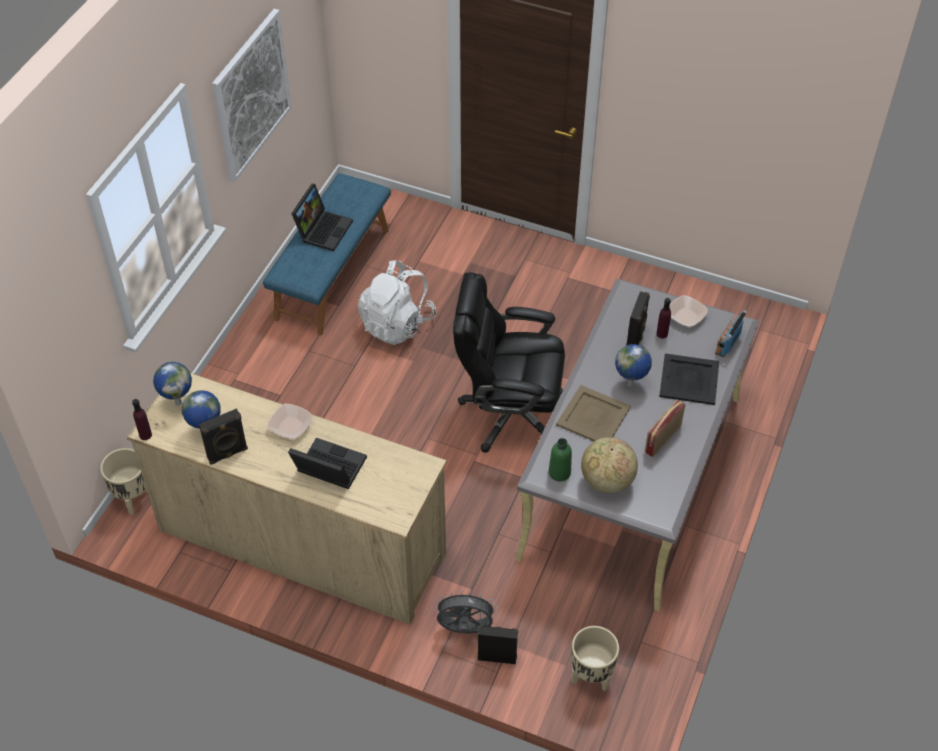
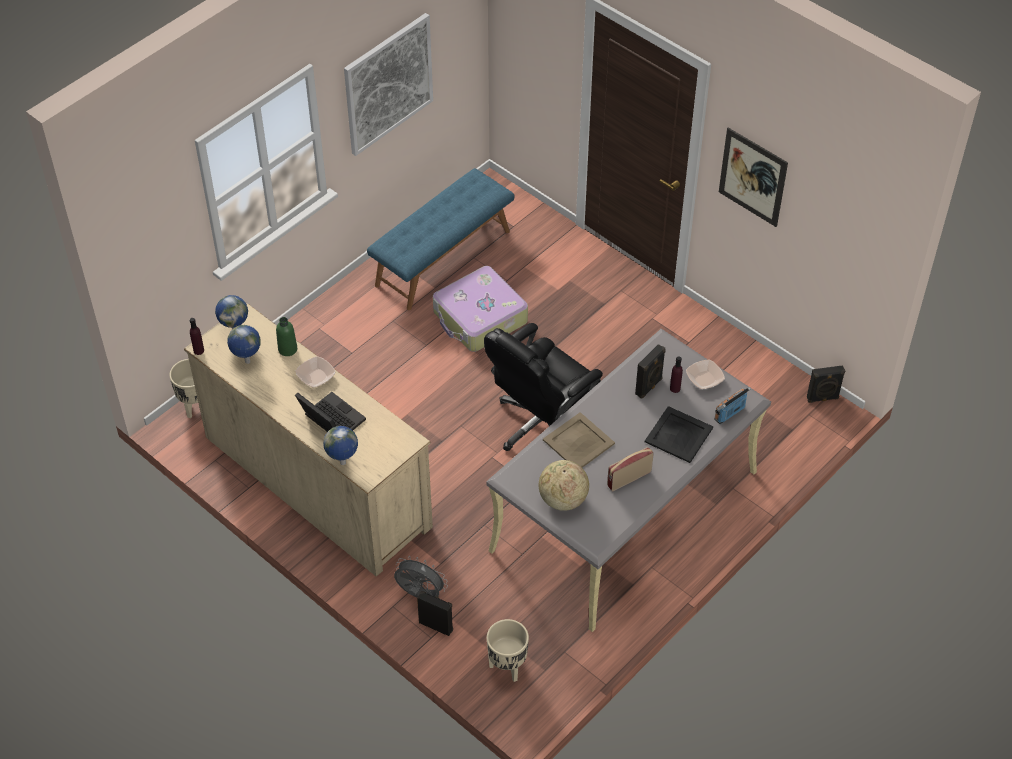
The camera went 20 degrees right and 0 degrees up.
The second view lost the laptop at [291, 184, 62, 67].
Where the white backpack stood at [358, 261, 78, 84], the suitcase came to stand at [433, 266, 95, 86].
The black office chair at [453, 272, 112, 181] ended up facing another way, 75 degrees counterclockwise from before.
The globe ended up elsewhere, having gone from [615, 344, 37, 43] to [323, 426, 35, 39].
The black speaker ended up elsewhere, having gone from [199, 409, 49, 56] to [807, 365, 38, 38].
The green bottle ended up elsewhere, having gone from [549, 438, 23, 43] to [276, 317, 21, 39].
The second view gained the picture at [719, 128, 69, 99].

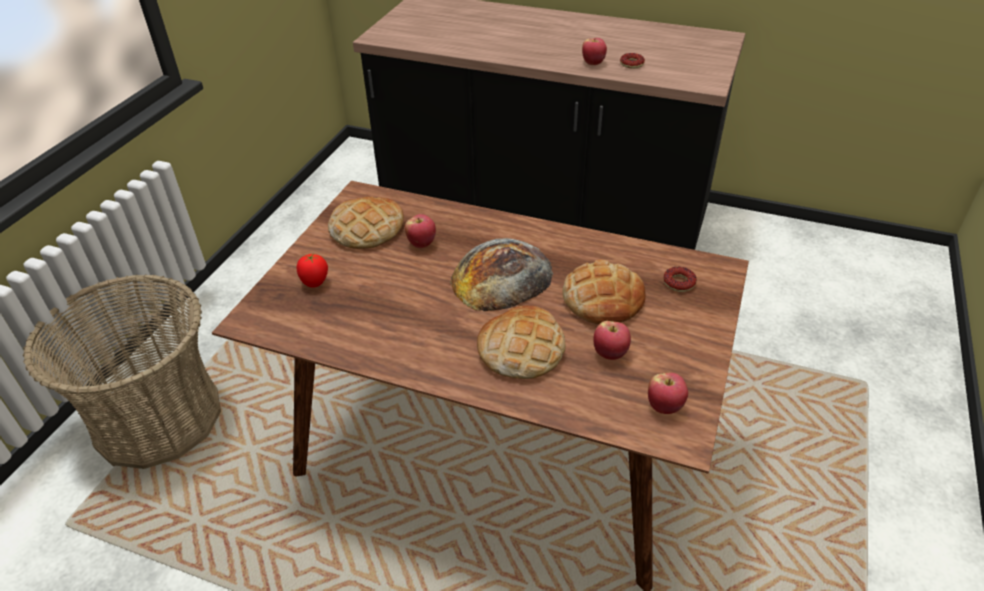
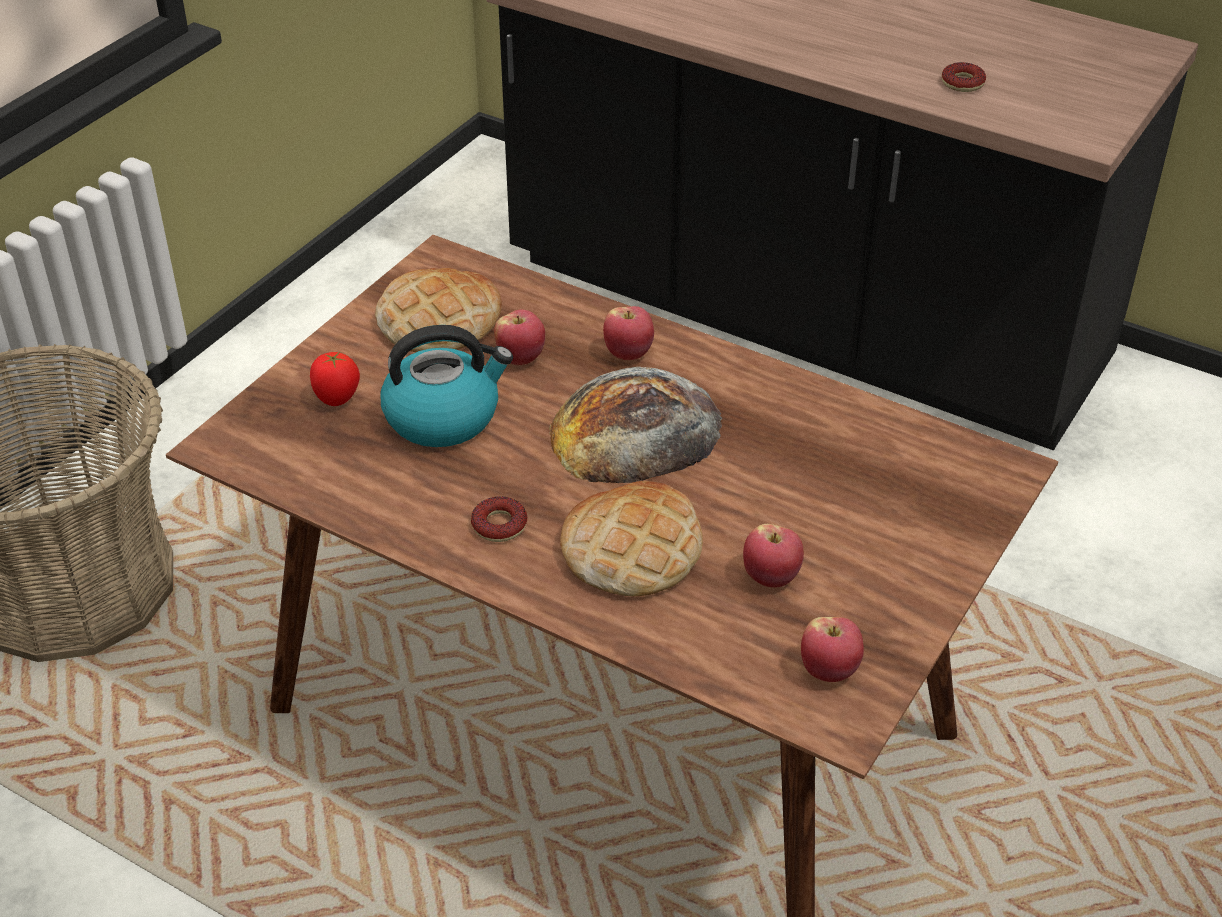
The camera went 10 degrees right and 0 degrees up.
The apple ended up elsewhere, having gone from [582, 38, 25, 27] to [603, 306, 51, 54].
The second view lost the bread at [562, 260, 84, 65].
The donut ended up elsewhere, having gone from [663, 267, 34, 25] to [471, 496, 56, 46].
The second view gained the kettle at [381, 325, 132, 122].

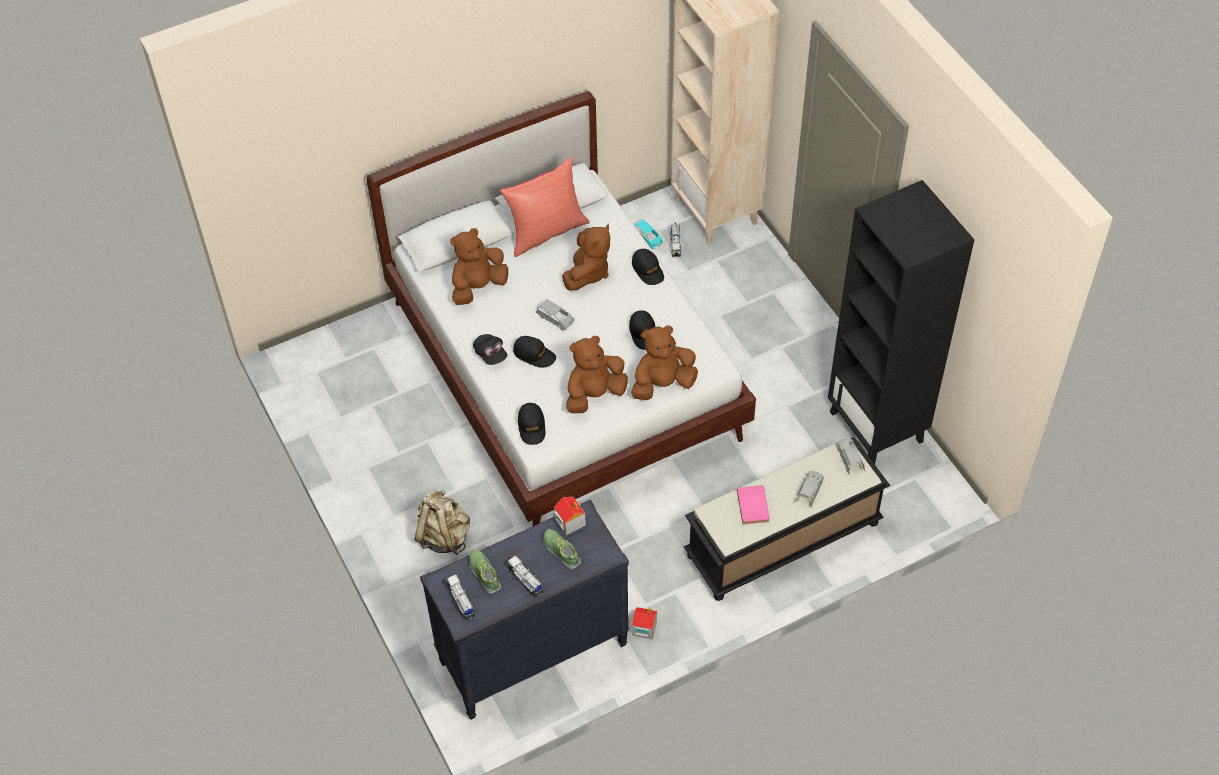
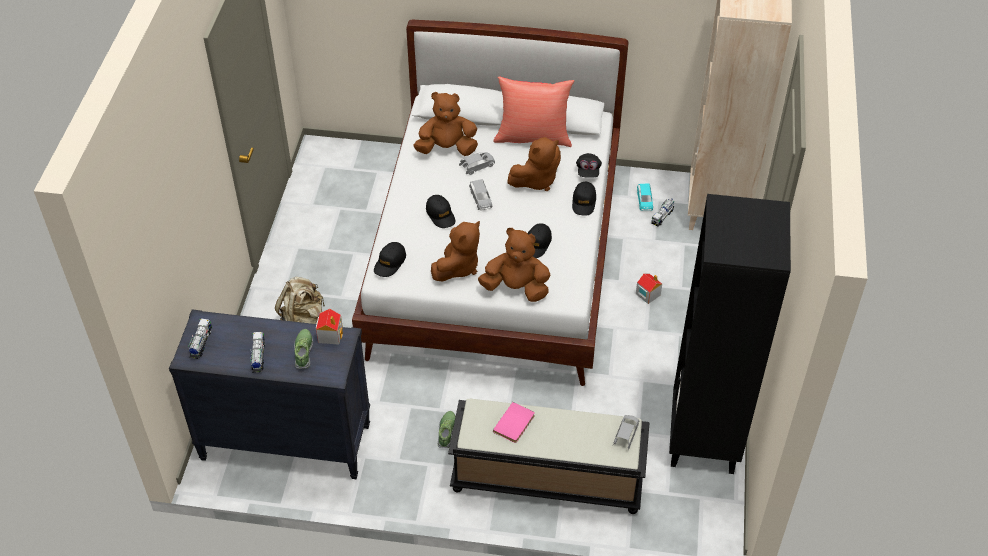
The camera went 35 degrees right and 5 degrees down.
The black cap ended up elsewhere, having gone from [473, 334, 34, 31] to [576, 153, 26, 25].
The brown plush toy at [566, 336, 62, 77] ended up facing another way, 120 degrees clockwise from before.
The grey toy car ended up elsewhere, having gone from [795, 471, 29, 35] to [459, 152, 36, 23].
The shoe ended up elsewhere, having gone from [469, 550, 32, 44] to [438, 411, 18, 37].
The toy house ended up elsewhere, having gone from [631, 607, 26, 33] to [636, 273, 26, 31].

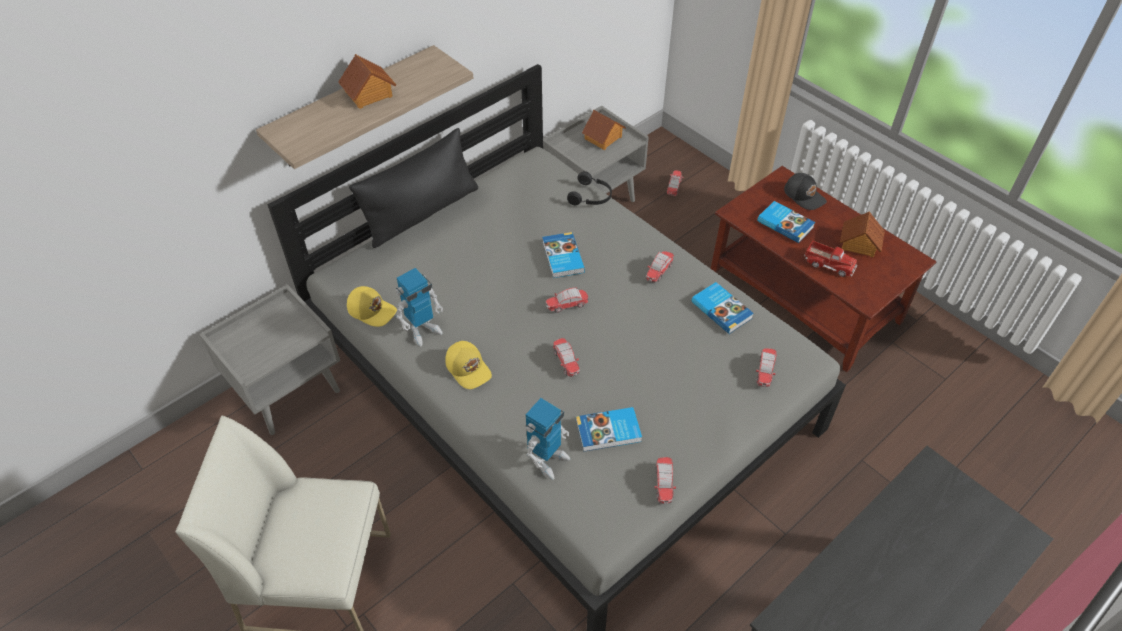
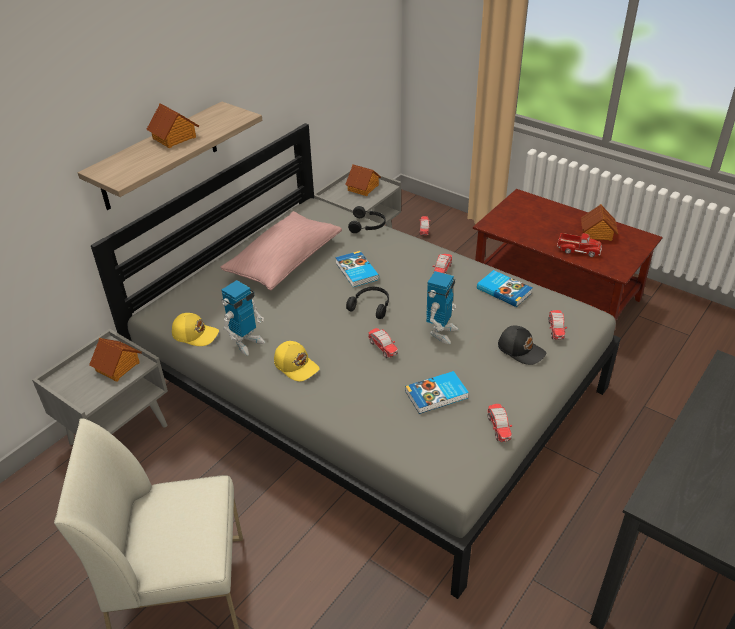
The camera went 10 degrees left and 10 degrees down.
The second view lost the black pillow at [349, 128, 129, 120].
The black cap ended up elsewhere, having gone from [784, 173, 43, 37] to [498, 326, 48, 39].
The second view lost the book at [757, 201, 58, 42].
Where the toy car stood at [546, 287, 42, 26], the black headphones came to stand at [346, 287, 43, 32].
The toy robot ended up elsewhere, having gone from [525, 398, 45, 82] to [426, 271, 33, 73].
The second view gained the pink pillow at [220, 211, 122, 79].
The second view gained the toy house at [89, 338, 53, 44].

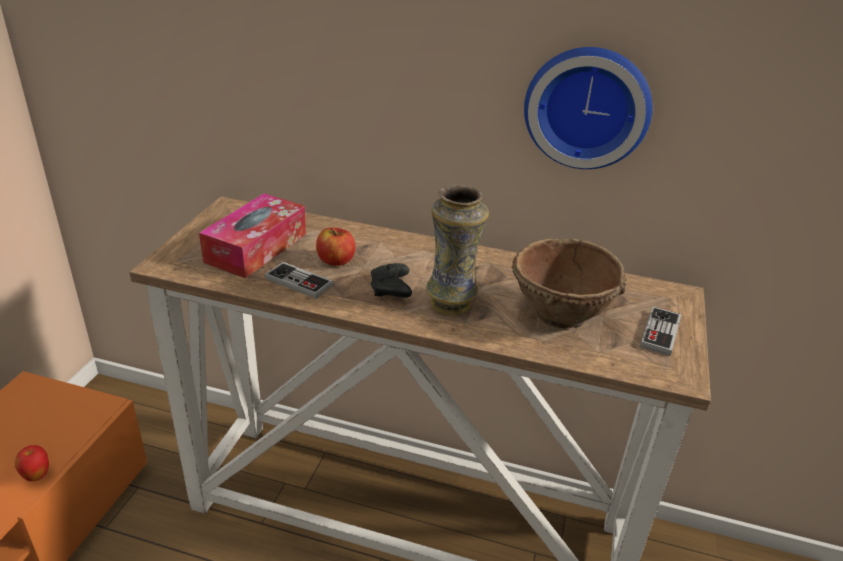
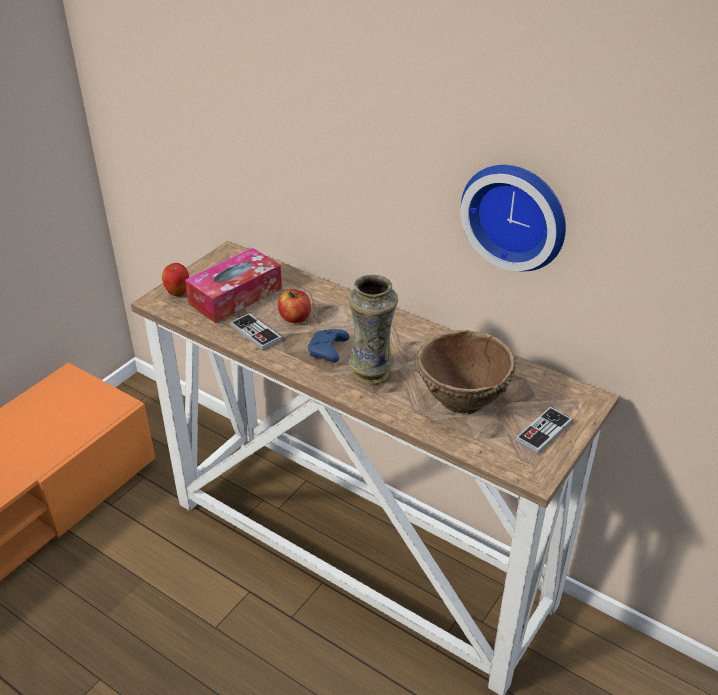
The camera went 20 degrees right and 5 degrees up.
What was the black game controller at [371, 263, 41, 35] turned into the blue game controller at [308, 329, 42, 33].
The apple ended up elsewhere, having gone from [15, 445, 34, 36] to [162, 263, 27, 34].

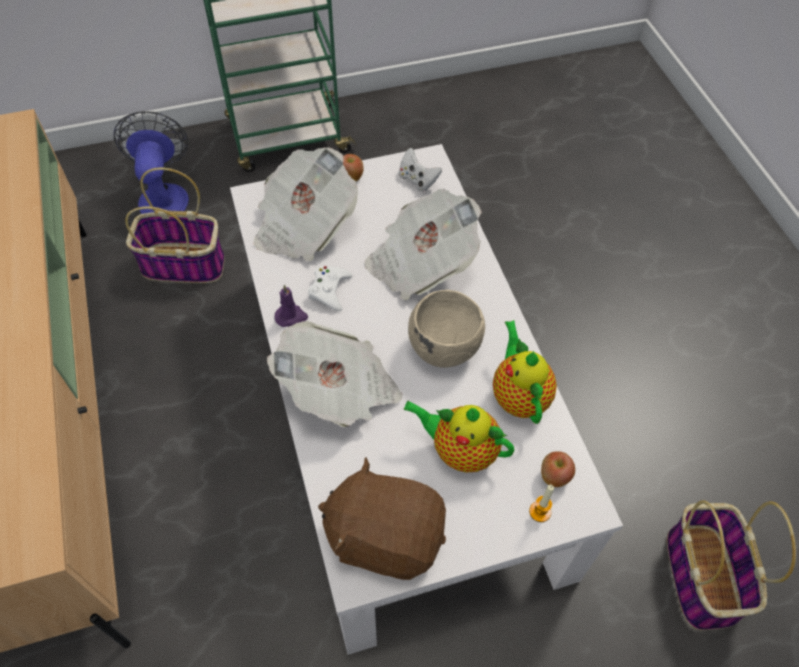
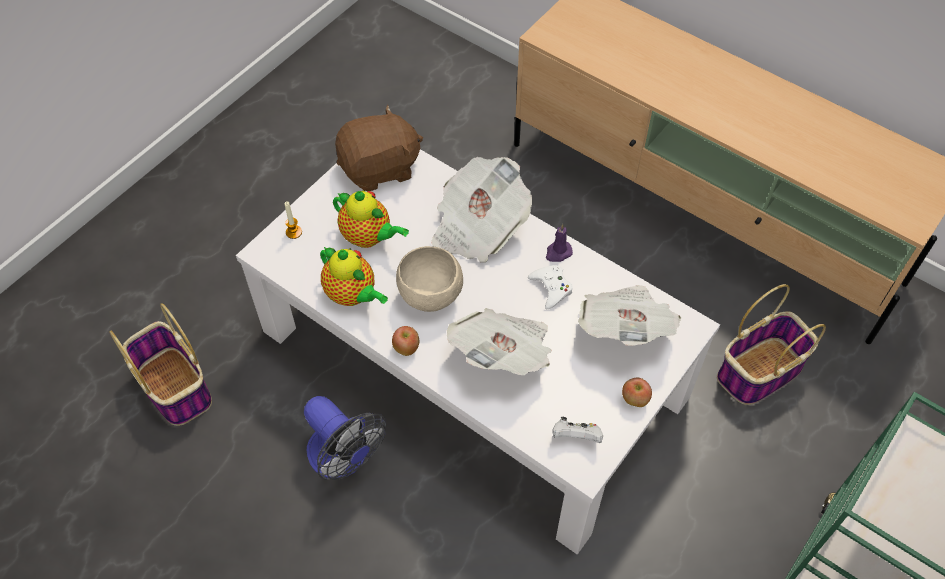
The camera went 145 degrees right and 0 degrees up.
The fan ended up elsewhere, having gone from [114, 111, 75, 103] to [304, 396, 82, 84].
The teapot at [403, 401, 111, 71] ended up facing another way, 45 degrees clockwise from before.
The apple ended up elsewhere, having gone from [541, 451, 34, 36] to [392, 326, 27, 30].

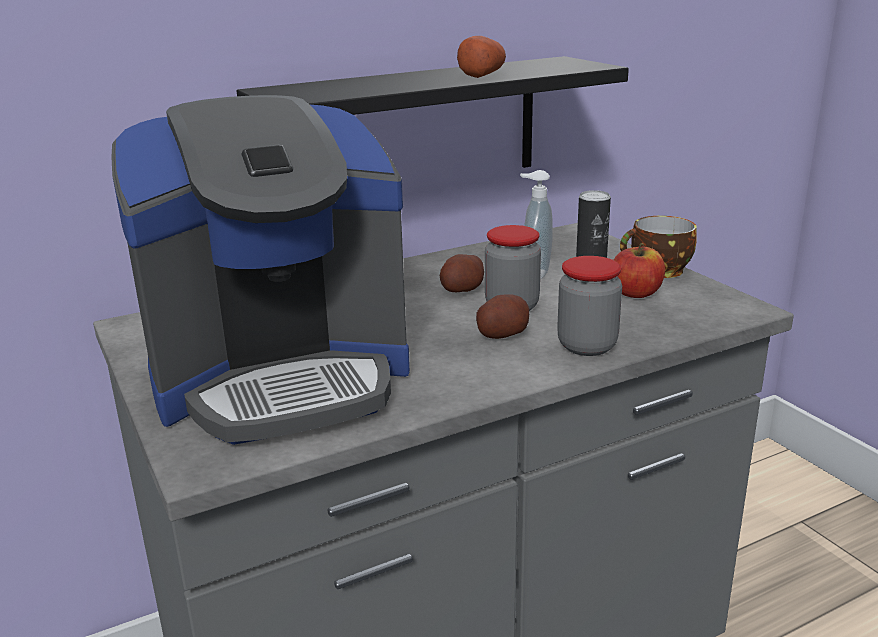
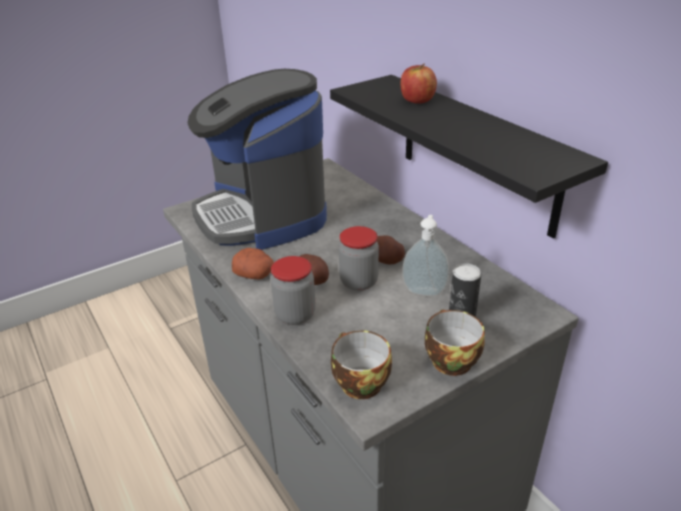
The camera went 85 degrees right and 10 degrees up.
The potato ended up elsewhere, having gone from [457, 36, 49, 42] to [232, 248, 42, 31].
The apple ended up elsewhere, having gone from [614, 243, 51, 55] to [401, 64, 36, 40].
The second view gained the cup at [331, 330, 61, 69].

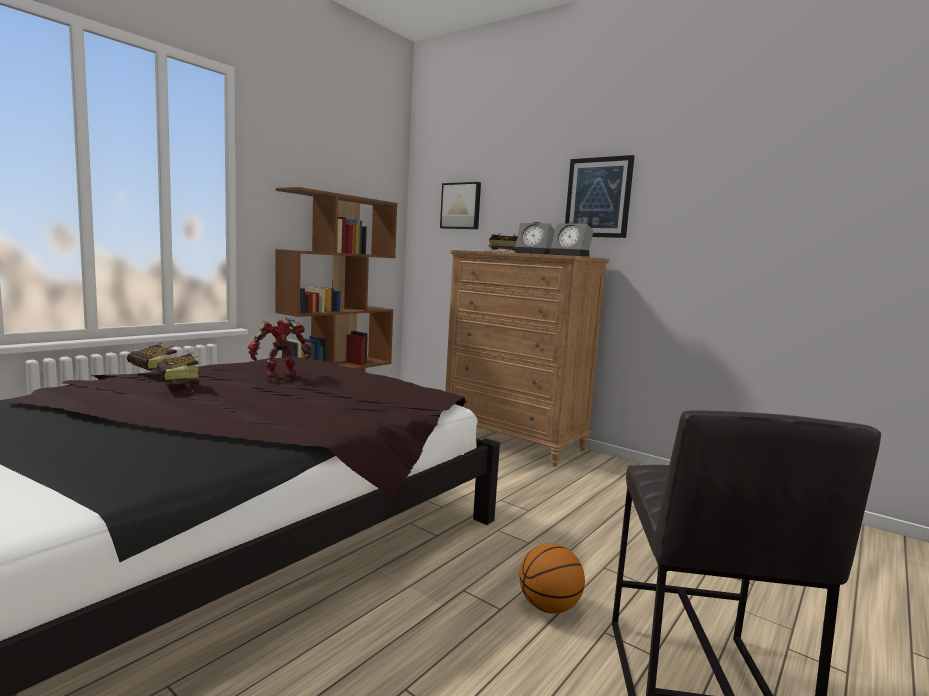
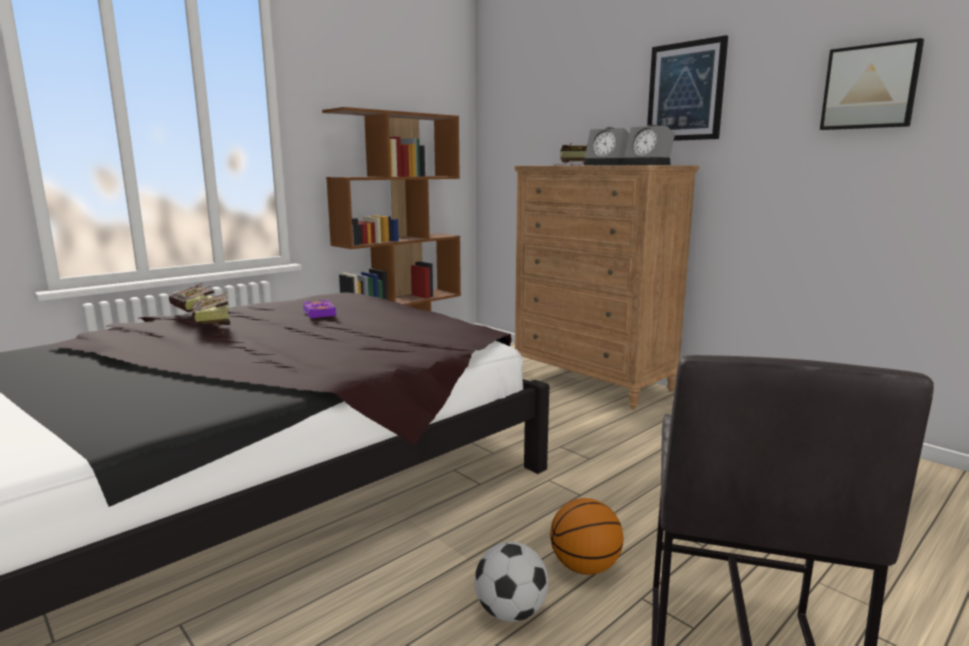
The camera went 10 degrees right and 5 degrees up.
The picture ended up elsewhere, having gone from [440, 182, 41, 47] to [820, 38, 104, 92].
Where the toy robot stood at [248, 316, 64, 62], the purple book came to stand at [303, 300, 33, 18].
The second view gained the football at [475, 542, 74, 80].

